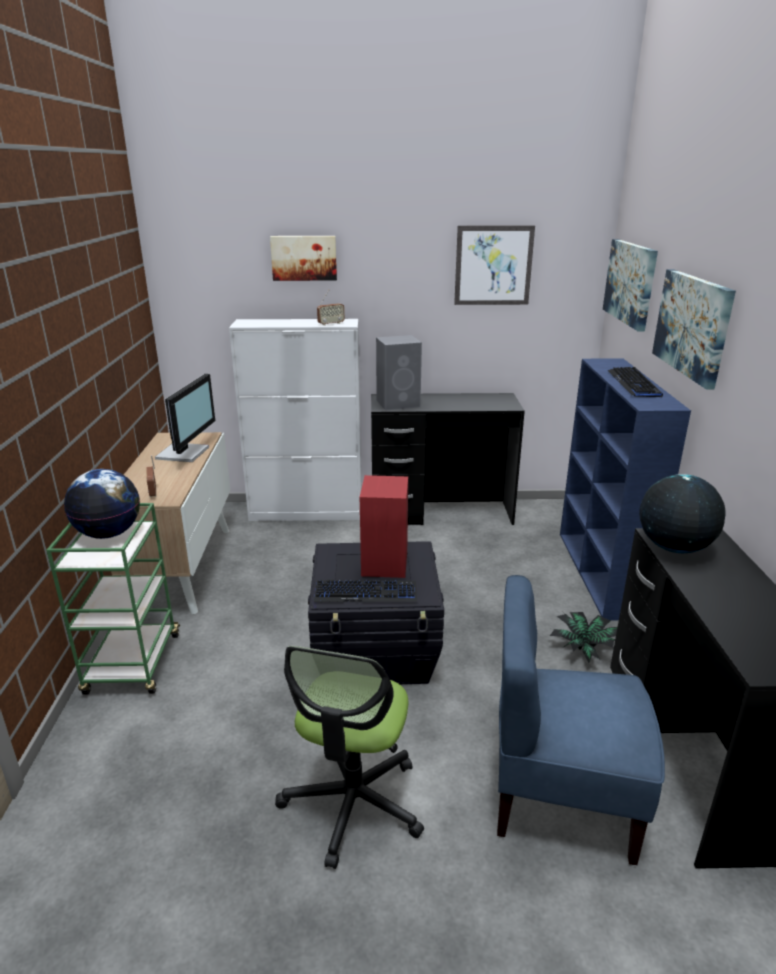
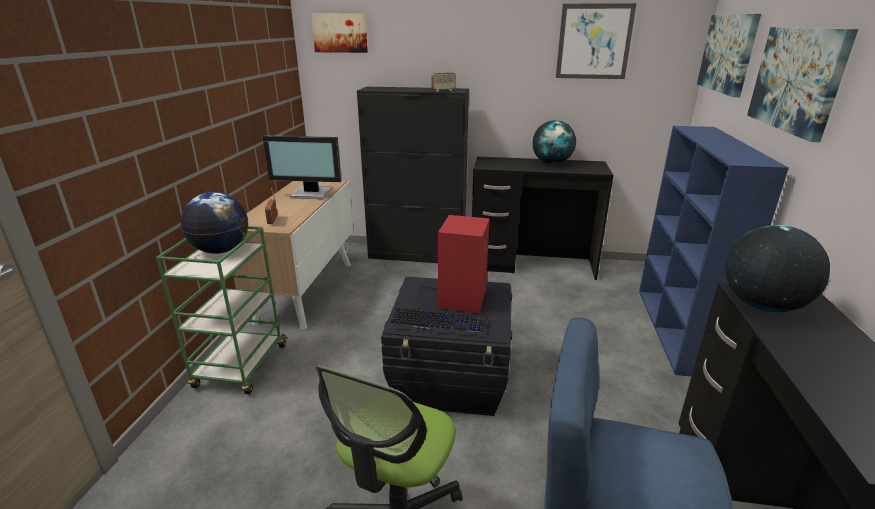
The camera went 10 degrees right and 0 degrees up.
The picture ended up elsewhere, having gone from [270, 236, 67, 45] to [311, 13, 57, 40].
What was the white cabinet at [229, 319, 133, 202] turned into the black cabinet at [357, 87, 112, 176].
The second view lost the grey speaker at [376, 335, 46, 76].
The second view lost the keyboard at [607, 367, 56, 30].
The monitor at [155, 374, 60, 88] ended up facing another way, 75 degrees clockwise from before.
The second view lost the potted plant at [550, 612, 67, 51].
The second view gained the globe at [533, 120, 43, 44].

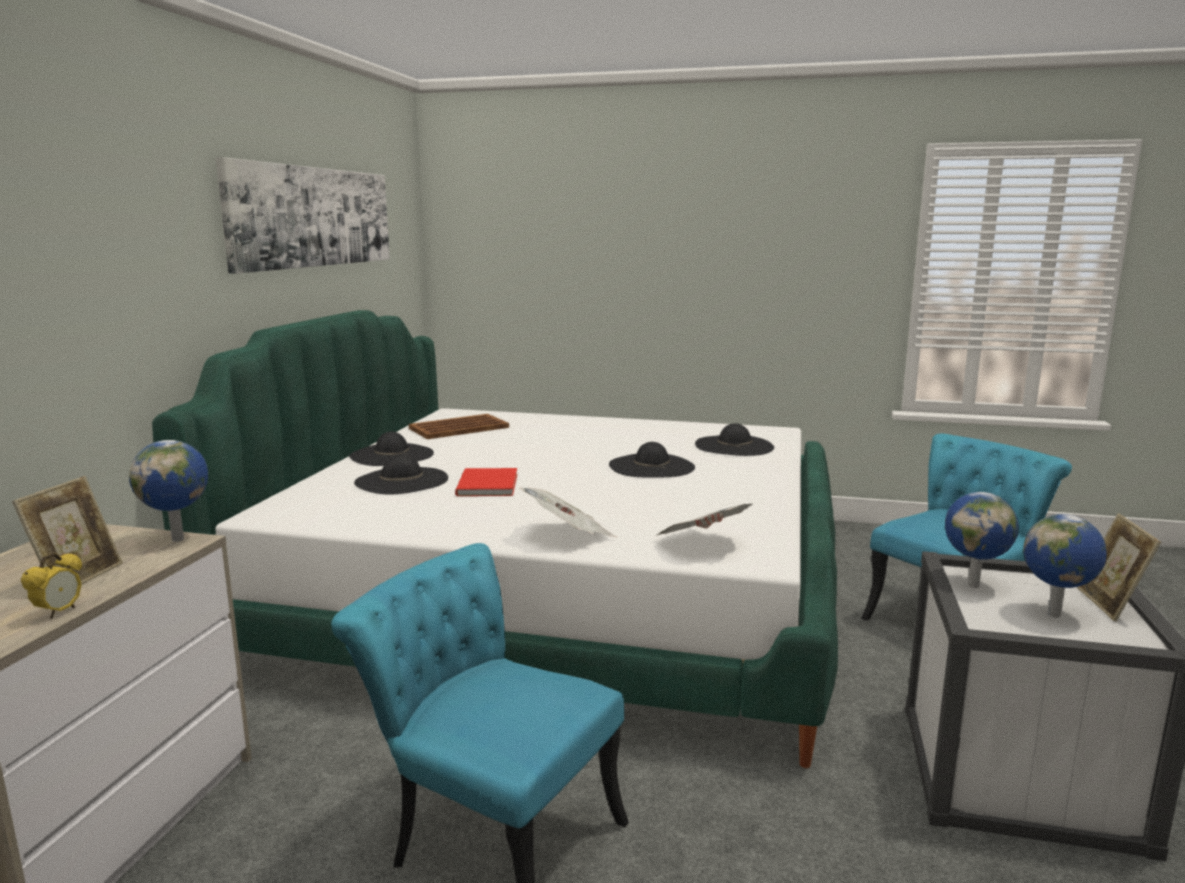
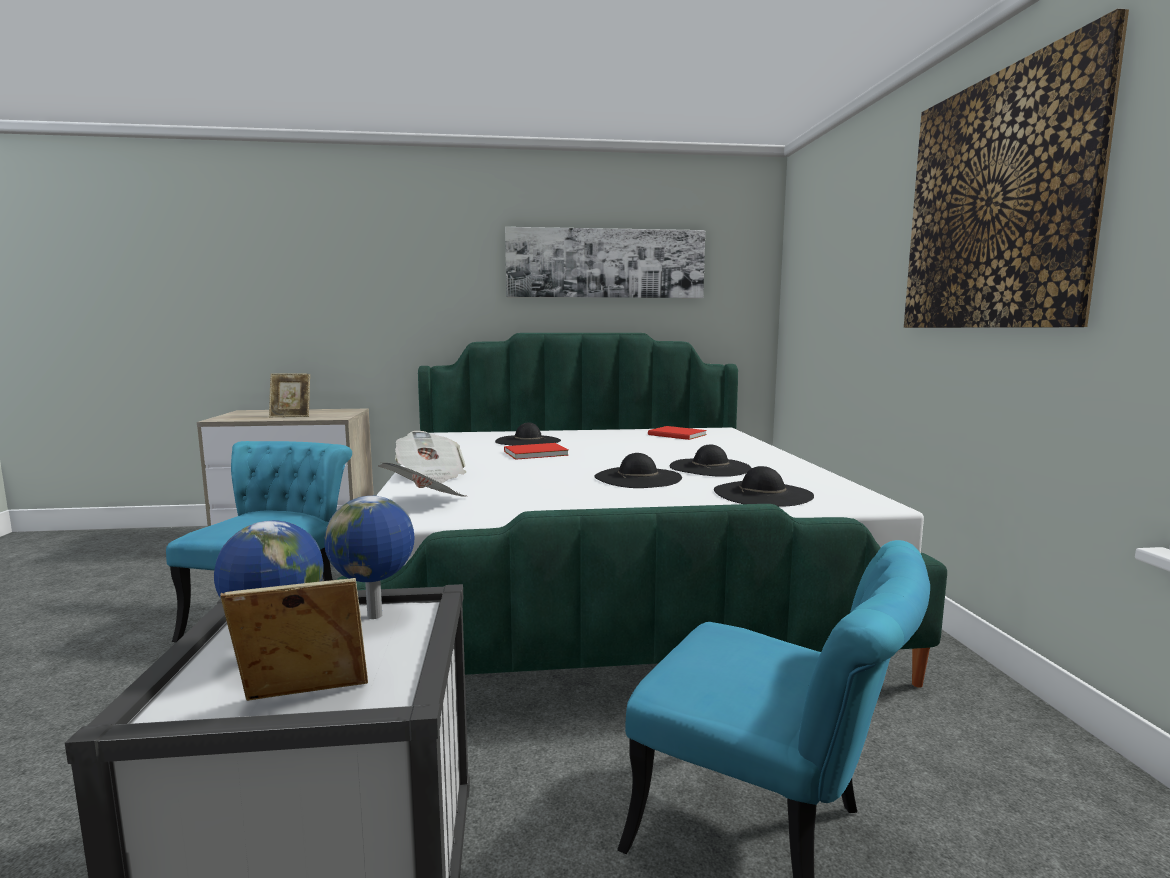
The camera went 70 degrees right and 5 degrees down.
Where the brown tray stood at [409, 414, 100, 25], the red book came to stand at [648, 426, 59, 14].
The black hat ended up elsewhere, having gone from [349, 431, 85, 35] to [670, 444, 82, 33].
The second view lost the globe at [129, 440, 79, 102].
The second view lost the alarm clock at [21, 552, 61, 67].
The second view gained the picture at [904, 9, 225, 319].

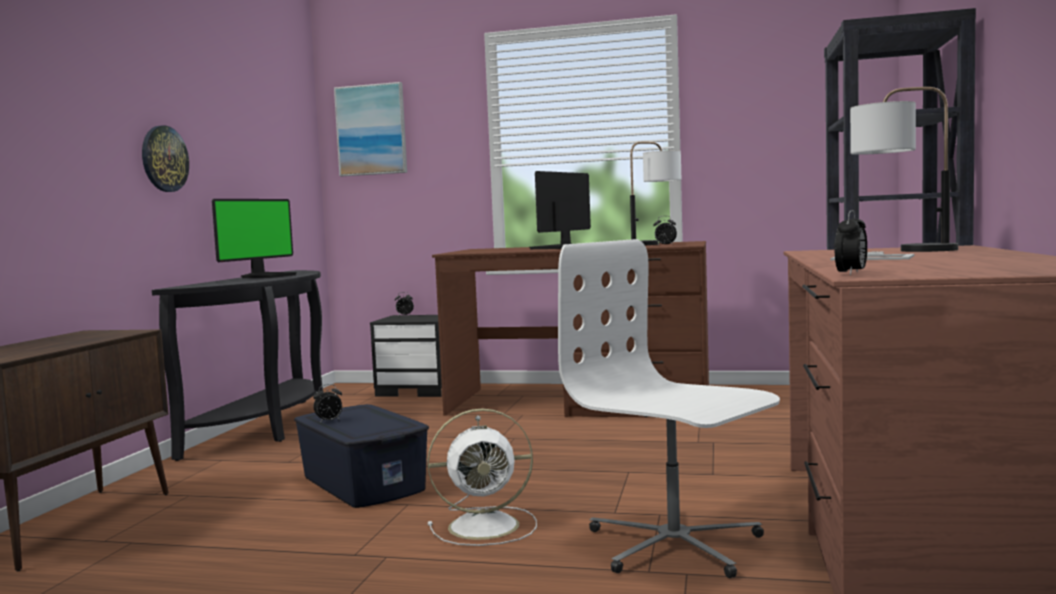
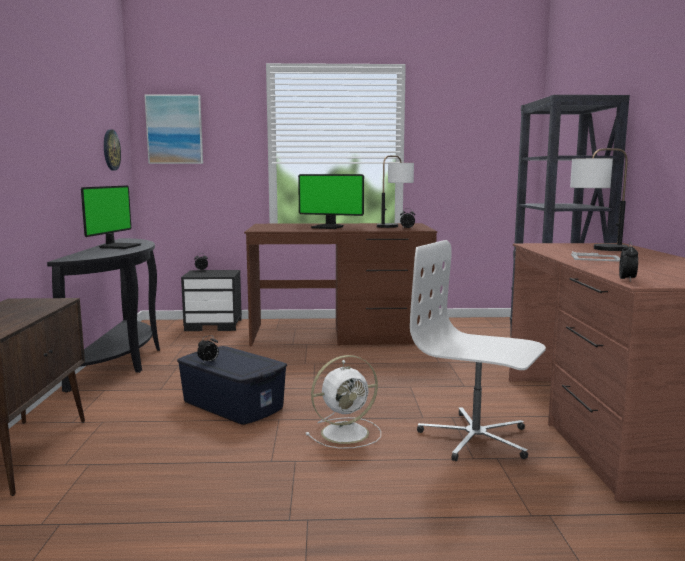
The camera went 15 degrees left and 5 degrees up.
The wall clock ended up elsewhere, having gone from [142, 125, 47, 67] to [104, 129, 17, 42].
The monitor at [529, 171, 62, 78] ended up facing another way, 90 degrees counterclockwise from before.

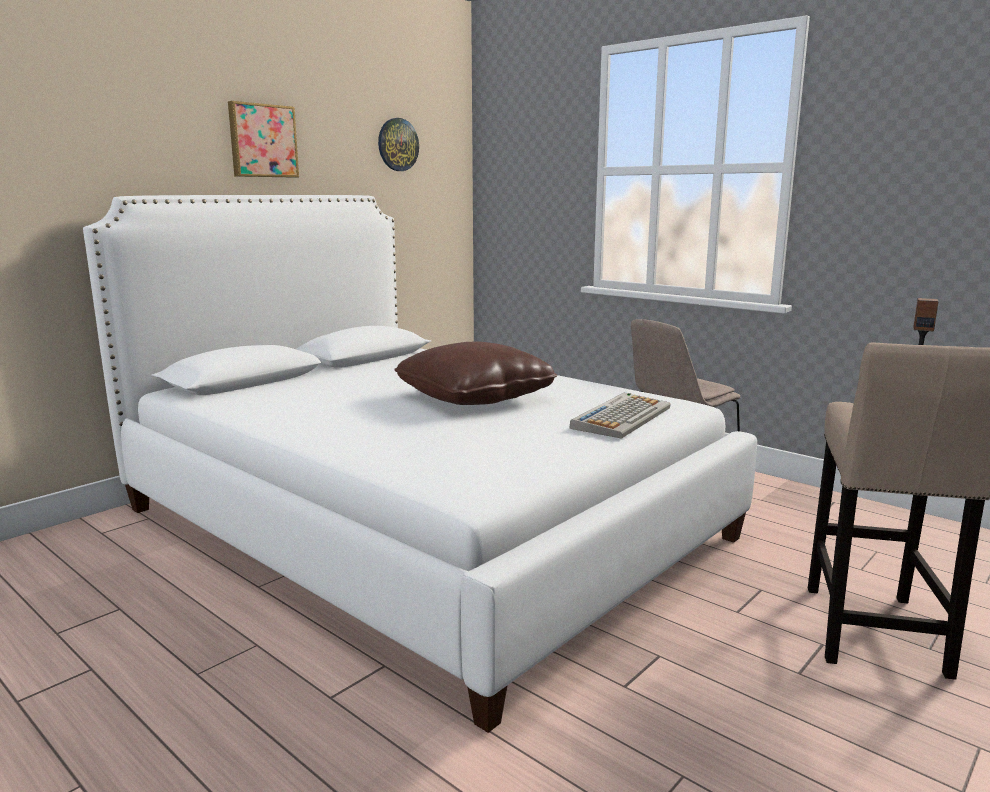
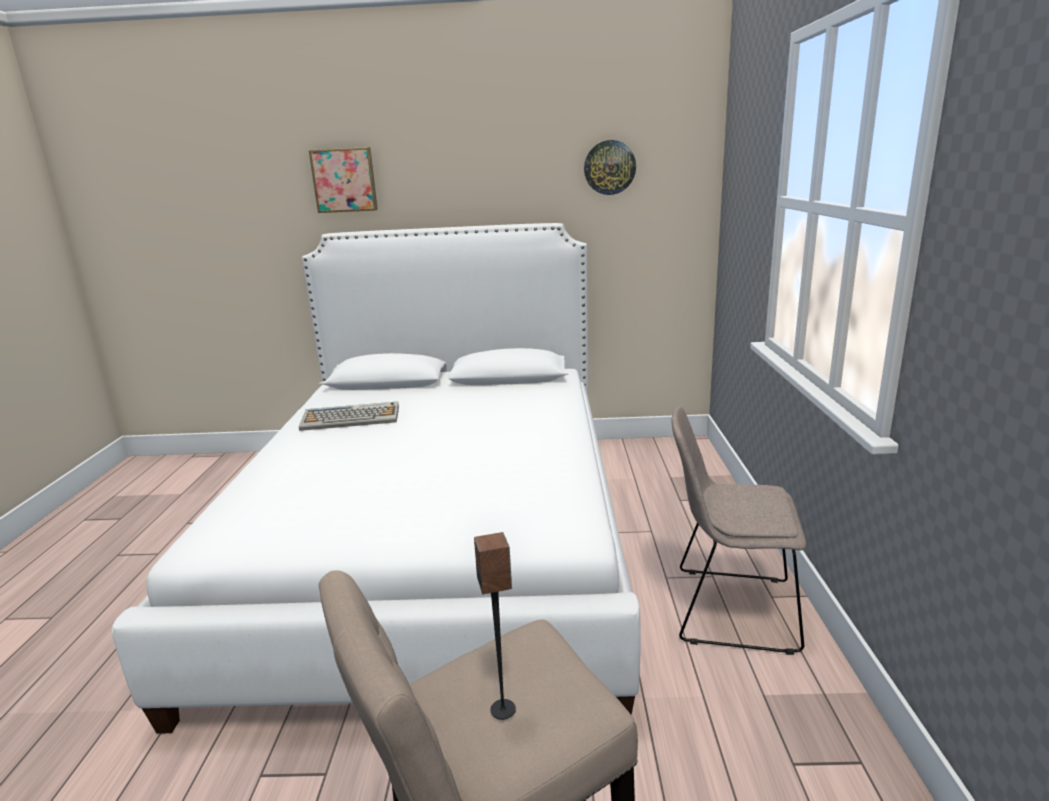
The camera went 50 degrees right and 5 degrees up.
The picture ended up elsewhere, having gone from [228, 101, 71, 77] to [309, 147, 69, 66].
The second view lost the brown pillow at [394, 341, 163, 64].
The keyboard ended up elsewhere, having gone from [569, 392, 101, 47] to [299, 402, 100, 29].

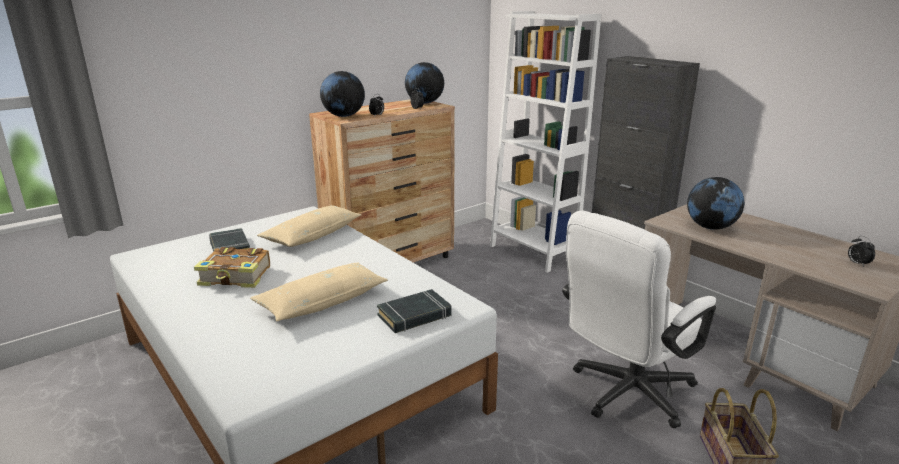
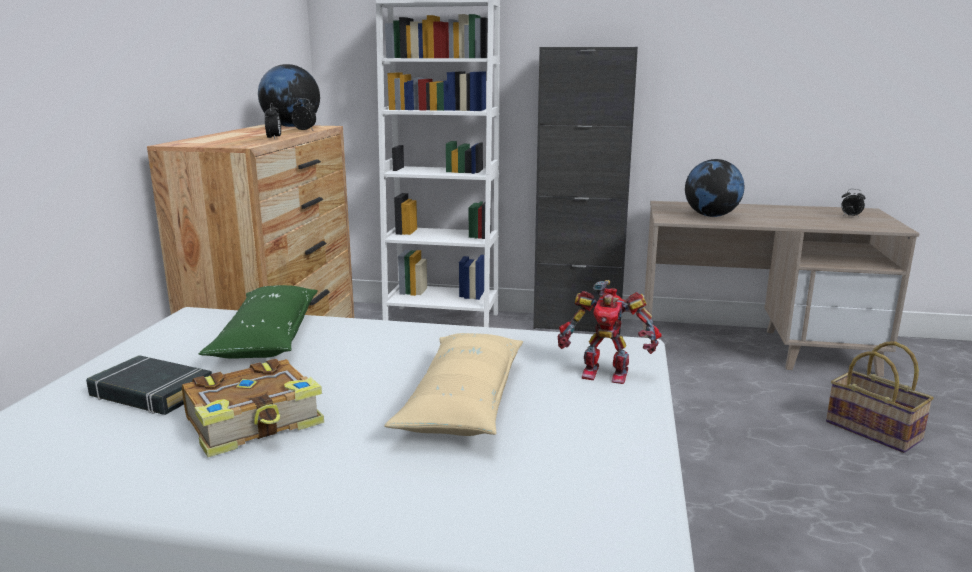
The camera went 40 degrees left and 5 degrees down.
The second view lost the globe at [320, 71, 45, 46].
What was the beige pillow at [257, 206, 104, 41] turned into the green pillow at [199, 285, 119, 74].
The second view lost the white office chair at [562, 211, 154, 217].
Where the black book stood at [377, 289, 74, 44], the toy robot came to stand at [558, 280, 103, 104].

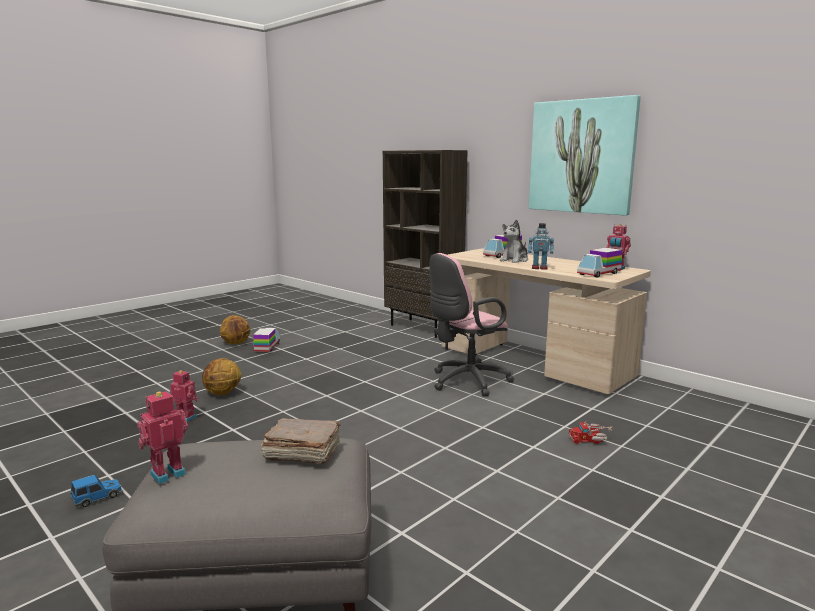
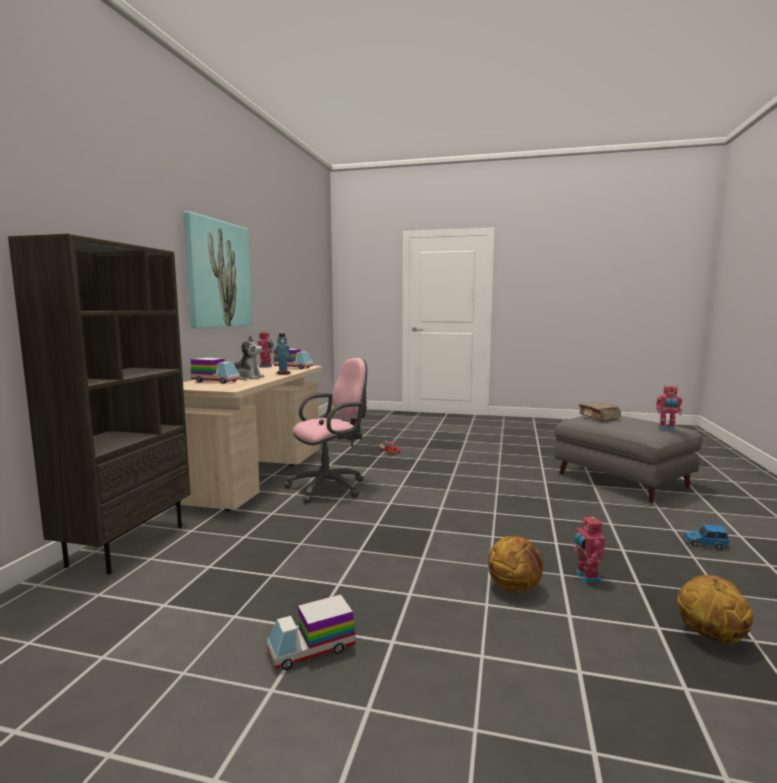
The camera went 120 degrees left and 5 degrees down.
The pink office chair at [429, 253, 85, 144] ended up facing another way, 60 degrees counterclockwise from before.
The basketball ended up elsewhere, having gone from [220, 315, 30, 29] to [677, 575, 76, 69].

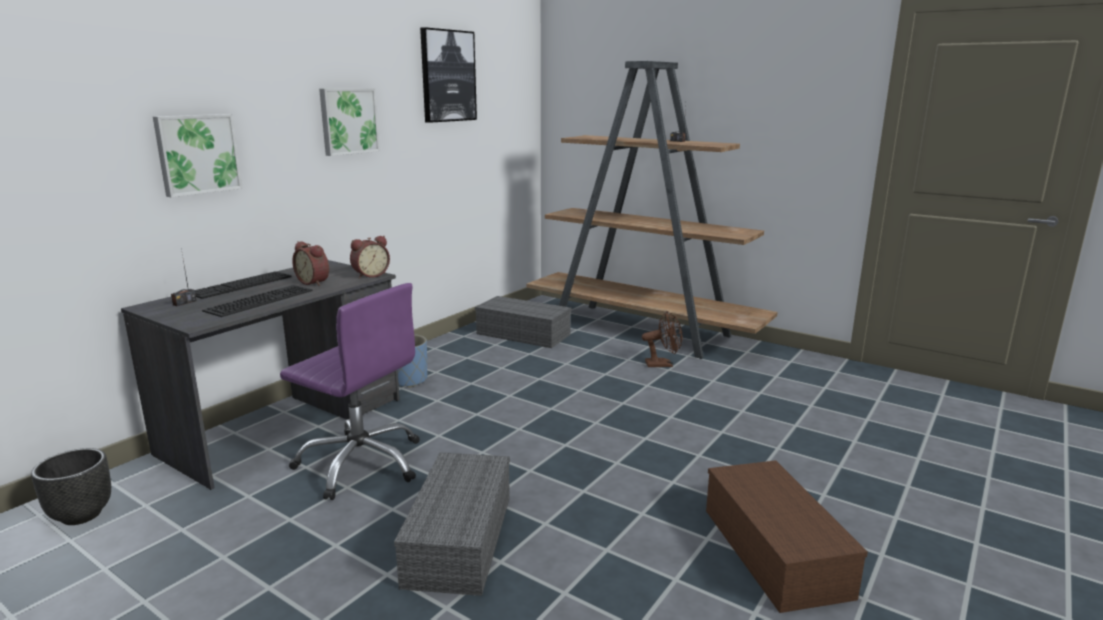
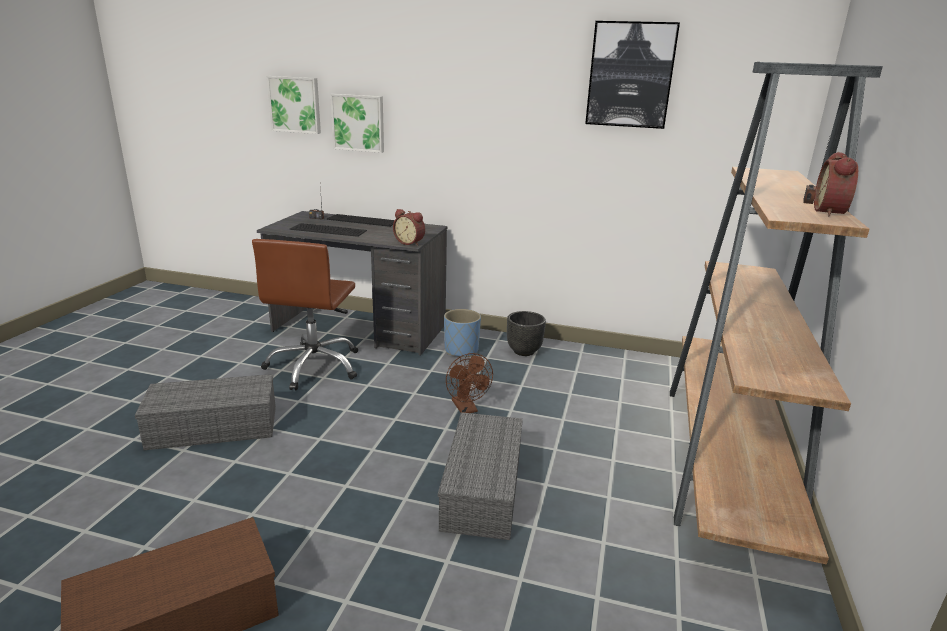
The camera went 70 degrees right and 5 degrees up.
The picture ended up elsewhere, having gone from [319, 88, 61, 68] to [267, 76, 54, 58].
The alarm clock ended up elsewhere, having gone from [292, 241, 37, 45] to [814, 152, 44, 64].
What was the purple office chair at [280, 283, 140, 217] turned into the brown office chair at [252, 239, 106, 152].
The grey storage box ended up elsewhere, having gone from [475, 296, 96, 52] to [438, 412, 85, 128].
The brown fan ended up elsewhere, having gone from [642, 311, 40, 56] to [446, 353, 47, 60].
The black planter ended up elsewhere, having gone from [31, 448, 80, 77] to [507, 311, 39, 45].

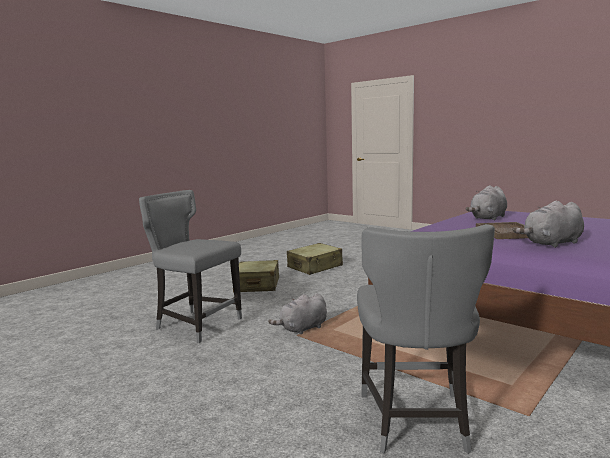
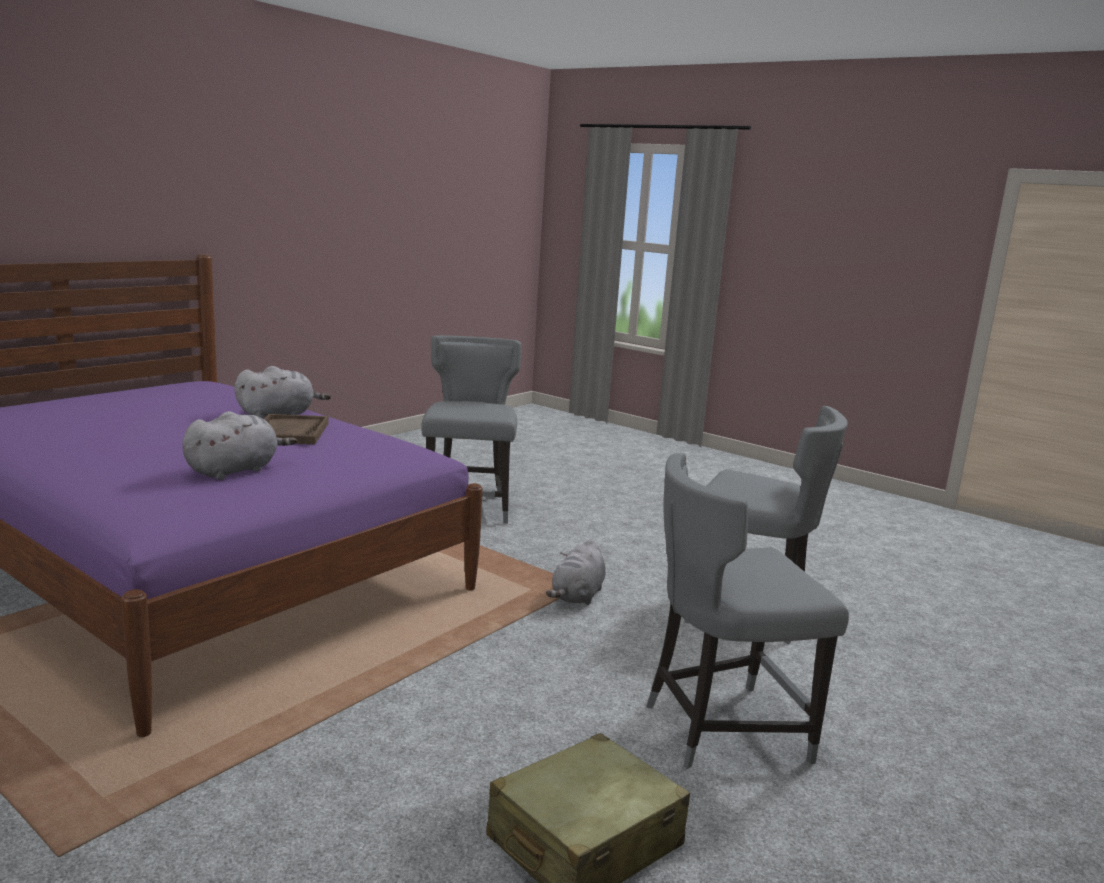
The camera went 175 degrees right and 5 degrees up.
Where the beige suitcase stood at [233, 260, 46, 32], the grey chair came to stand at [647, 453, 202, 316].
The grey plush toy at [268, 293, 59, 41] ended up facing another way, 150 degrees clockwise from before.

